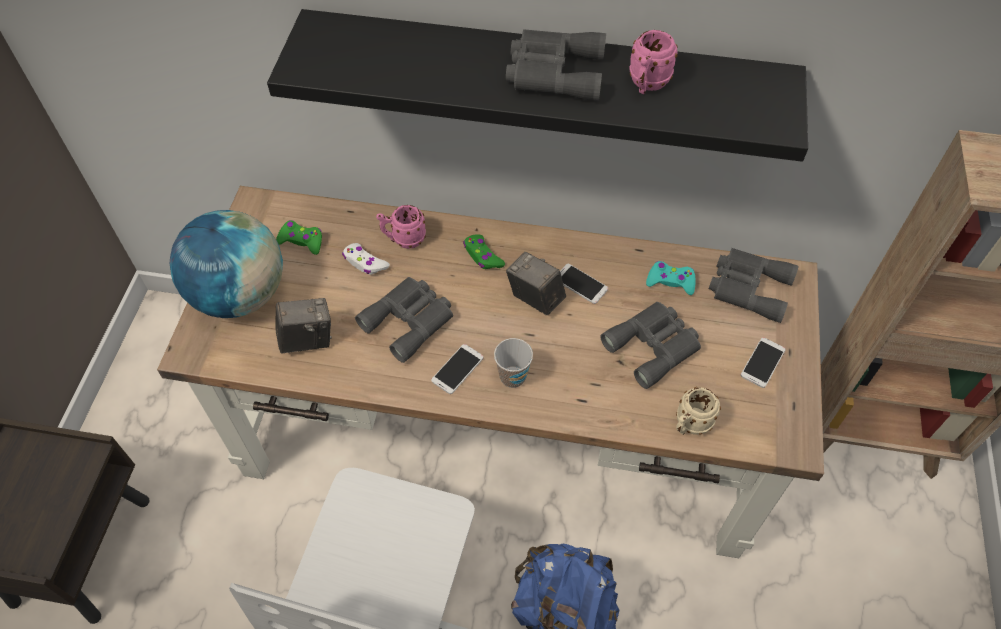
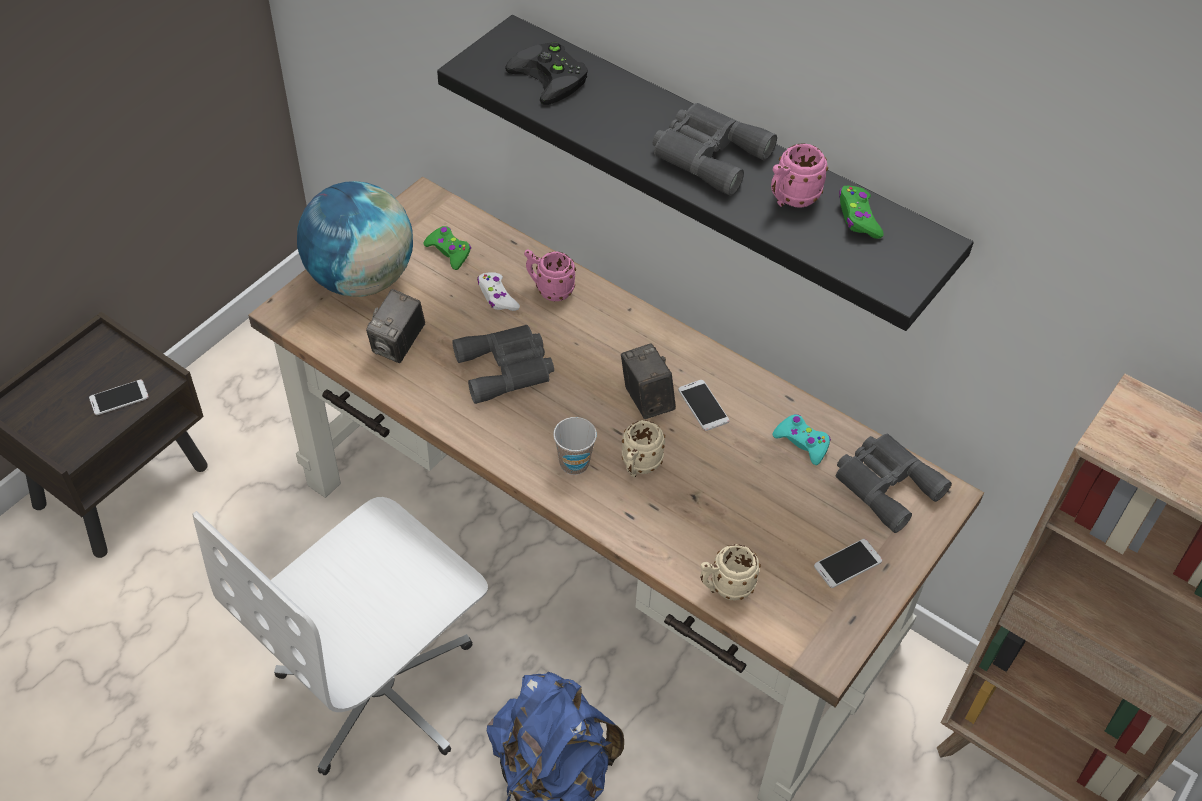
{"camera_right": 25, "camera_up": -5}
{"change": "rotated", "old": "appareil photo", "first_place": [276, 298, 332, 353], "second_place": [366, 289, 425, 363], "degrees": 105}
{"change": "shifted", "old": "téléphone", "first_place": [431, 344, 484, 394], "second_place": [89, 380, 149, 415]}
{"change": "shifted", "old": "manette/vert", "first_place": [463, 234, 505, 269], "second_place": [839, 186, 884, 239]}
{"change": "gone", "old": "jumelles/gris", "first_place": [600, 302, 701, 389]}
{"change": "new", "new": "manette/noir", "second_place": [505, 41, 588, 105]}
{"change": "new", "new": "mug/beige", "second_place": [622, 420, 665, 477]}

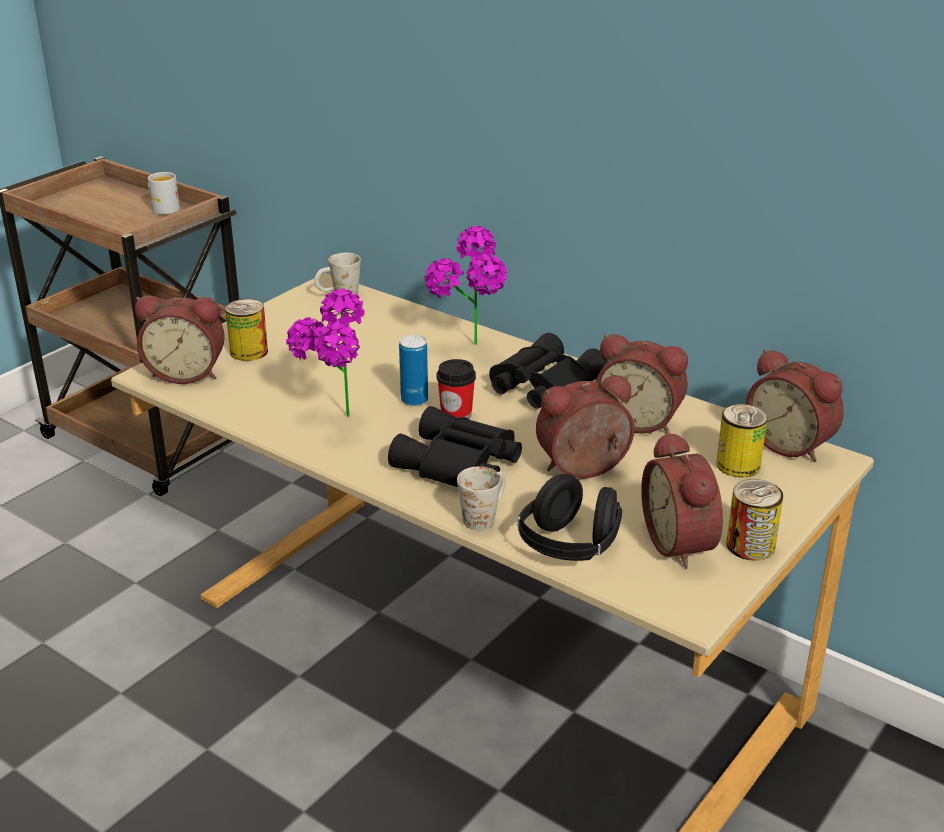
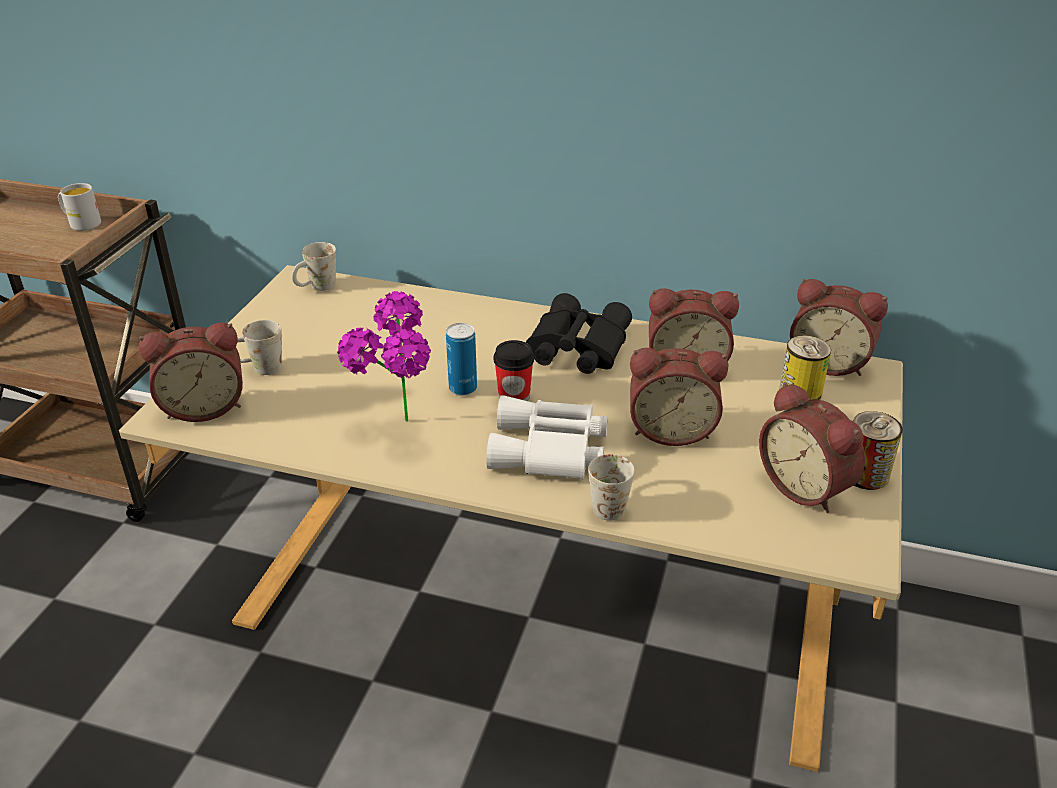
{"camera_right": -20, "camera_up": 5}
{"change": "swapped", "old": "boîte métallique", "new": "mug/blanc", "first_place": [225, 299, 268, 361], "second_place": [237, 320, 282, 375]}
{"change": "repainted", "old": "jumelles/noir", "new": "jumelles/blanc", "first_place": [388, 406, 522, 487], "second_place": [486, 395, 608, 480]}
{"change": "gone", "old": "plante en pot", "first_place": [425, 226, 507, 345]}
{"change": "gone", "old": "casque audio/noir", "first_place": [517, 474, 622, 561]}
{"change": "rotated", "old": "réveil", "first_place": [536, 375, 634, 479], "second_place": [630, 348, 729, 446], "degrees": -135}

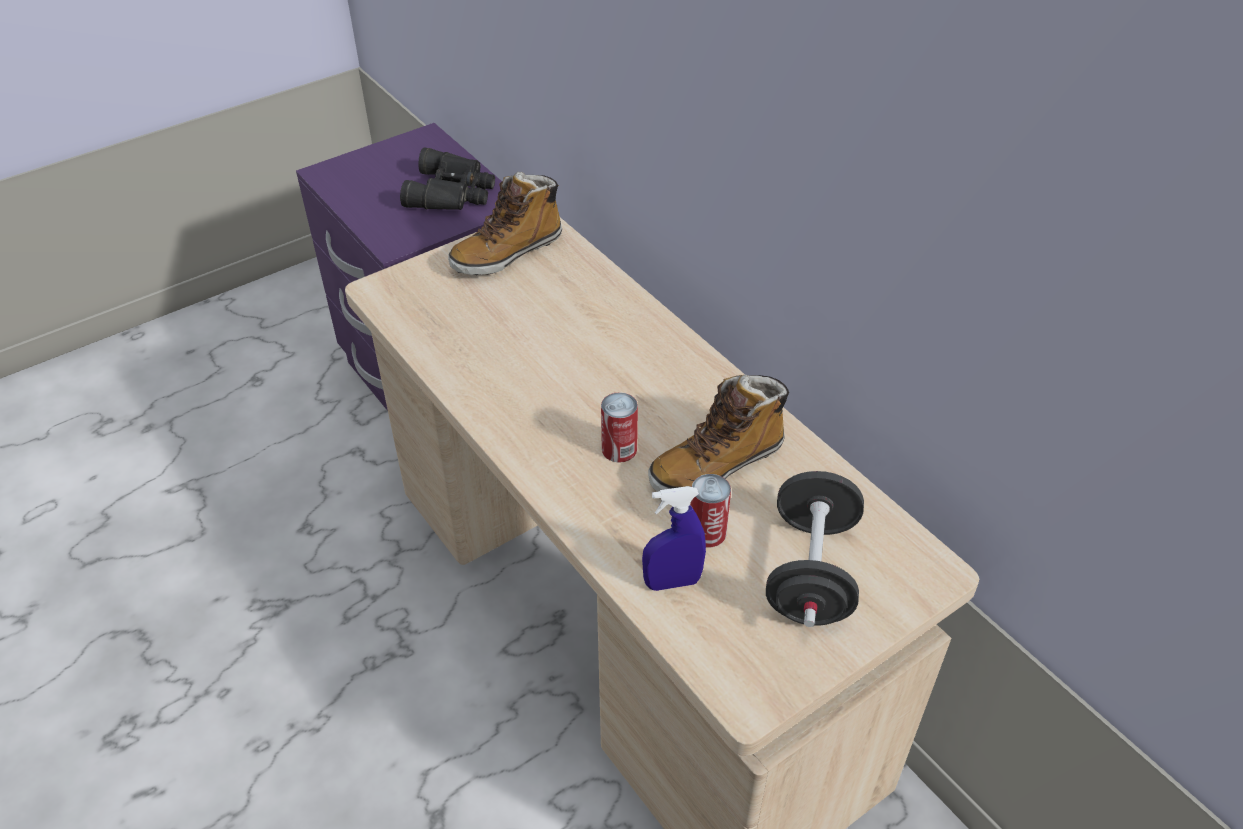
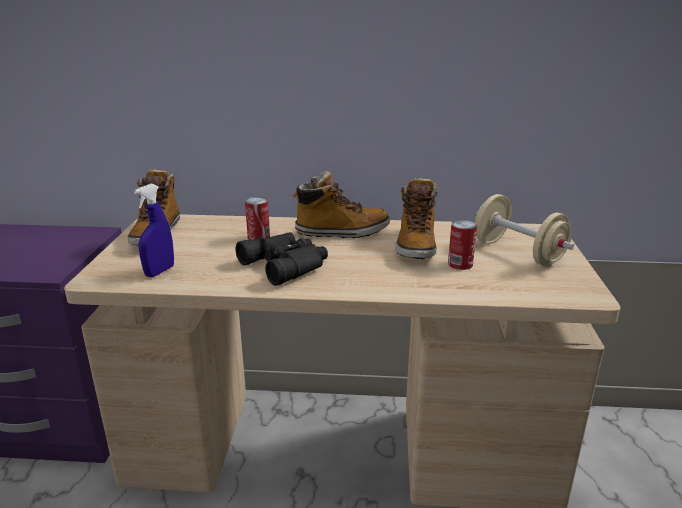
{"camera_right": -50, "camera_up": -20}
{"change": "shifted", "old": "jumelles/noir", "first_place": [400, 148, 495, 210], "second_place": [235, 232, 328, 286]}
{"change": "shifted", "old": "boîte métallique", "first_place": [601, 392, 638, 463], "second_place": [245, 197, 270, 240]}
{"change": "shifted", "old": "vaporisateur/bleu", "first_place": [642, 486, 706, 591], "second_place": [134, 184, 174, 277]}
{"change": "repainted", "old": "haltère/noir", "new": "haltère/beige", "first_place": [766, 471, 864, 627], "second_place": [475, 194, 574, 266]}
{"change": "new", "new": "botte", "second_place": [292, 171, 390, 238]}

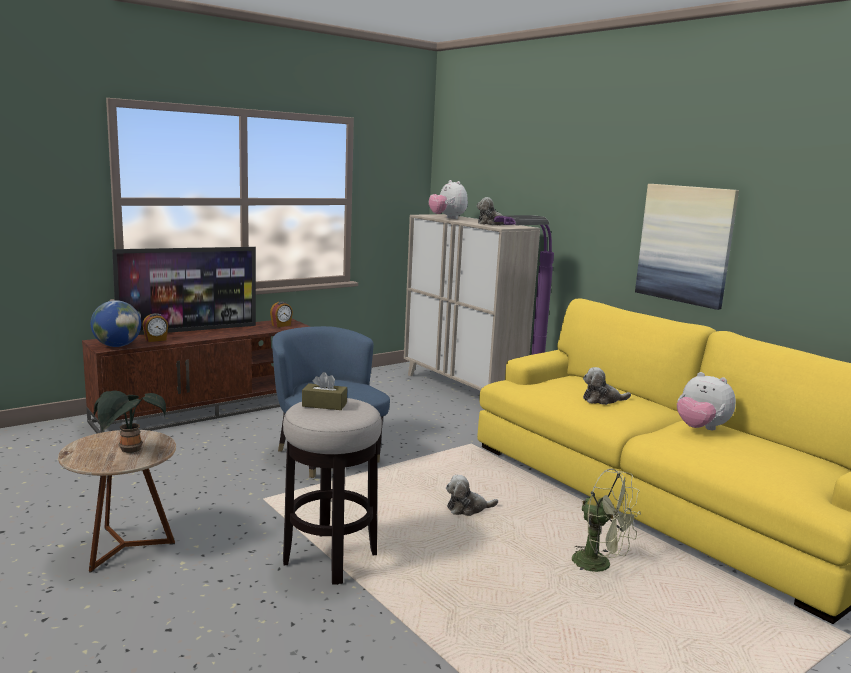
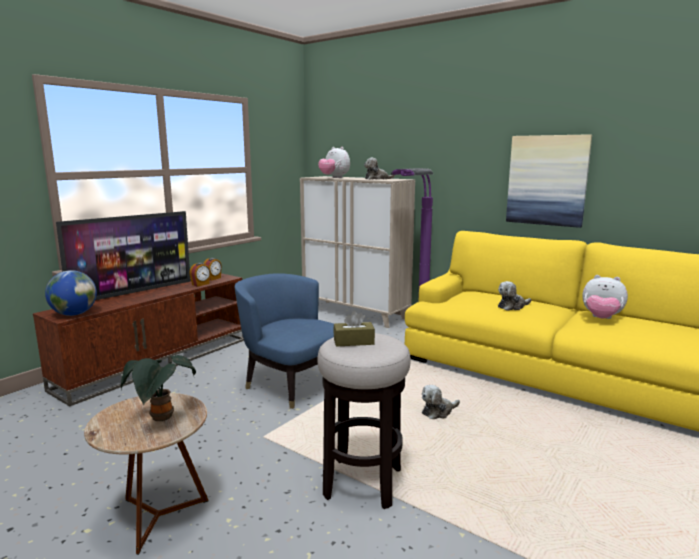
{"camera_right": -15, "camera_up": 0}
{"change": "shifted", "old": "réveil", "first_place": [142, 313, 168, 342], "second_place": [189, 263, 210, 287]}
{"change": "gone", "old": "ventilateur/vert", "first_place": [572, 468, 641, 573]}

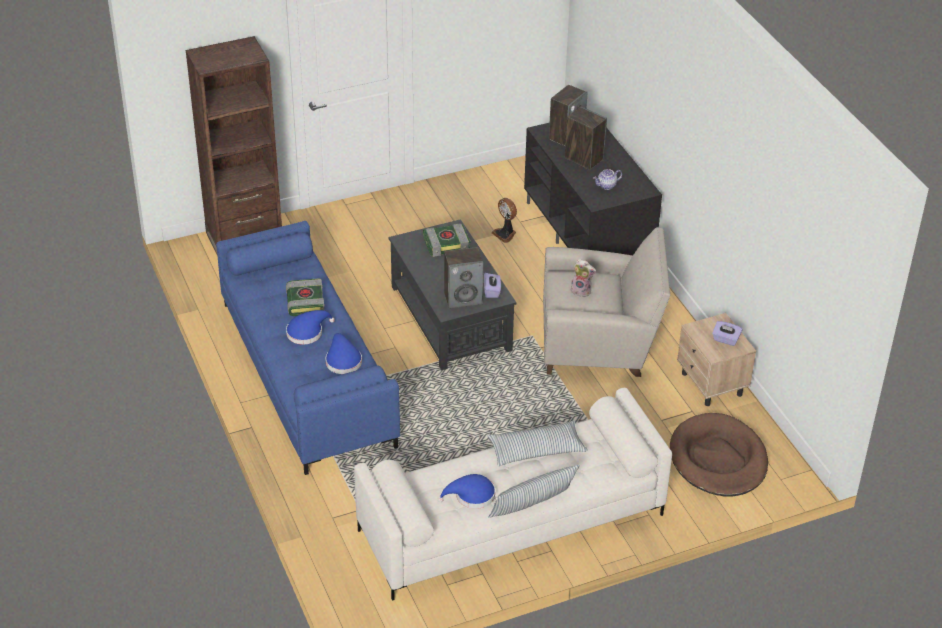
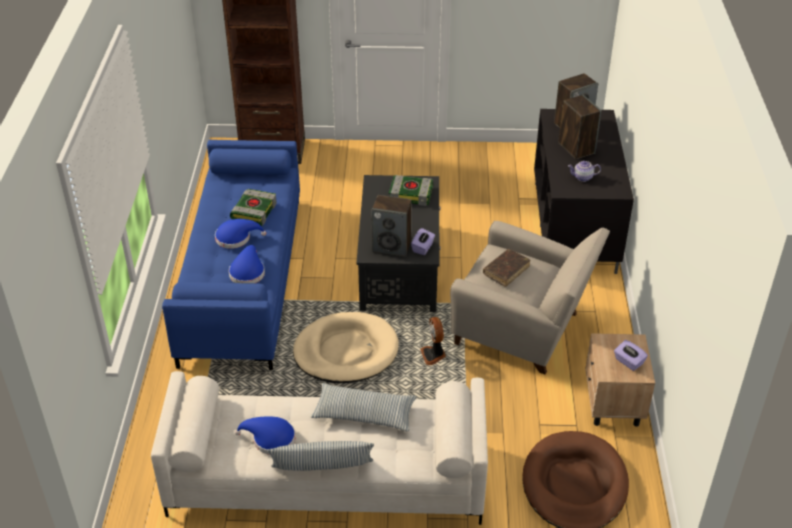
{"camera_right": 25, "camera_up": 0}
{"change": "shifted", "old": "ventilateur", "first_place": [491, 198, 517, 243], "second_place": [420, 317, 446, 365]}
{"change": "swapped", "old": "peluche", "new": "livre/marron", "first_place": [571, 259, 596, 297], "second_place": [483, 249, 530, 287]}
{"change": "new", "new": "panier pour chien/beige", "second_place": [293, 312, 399, 383]}

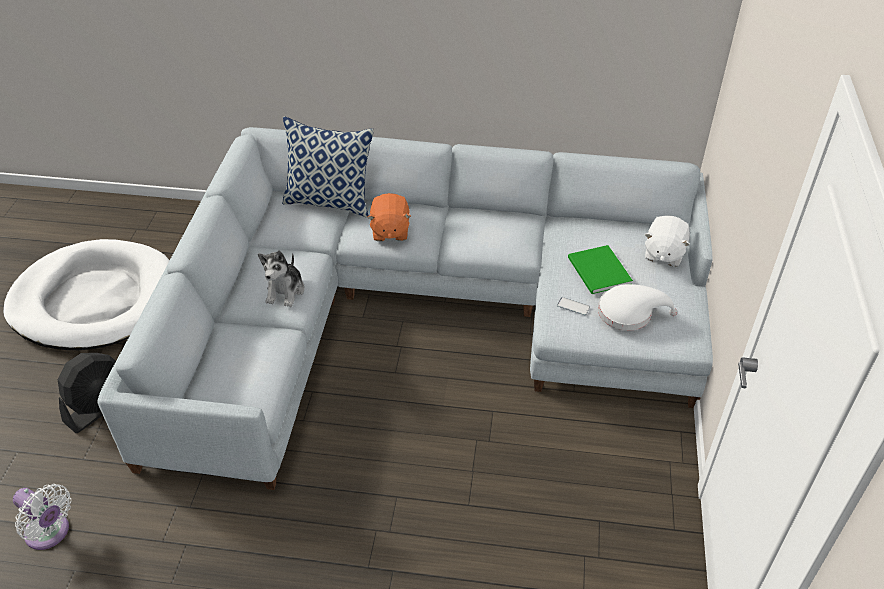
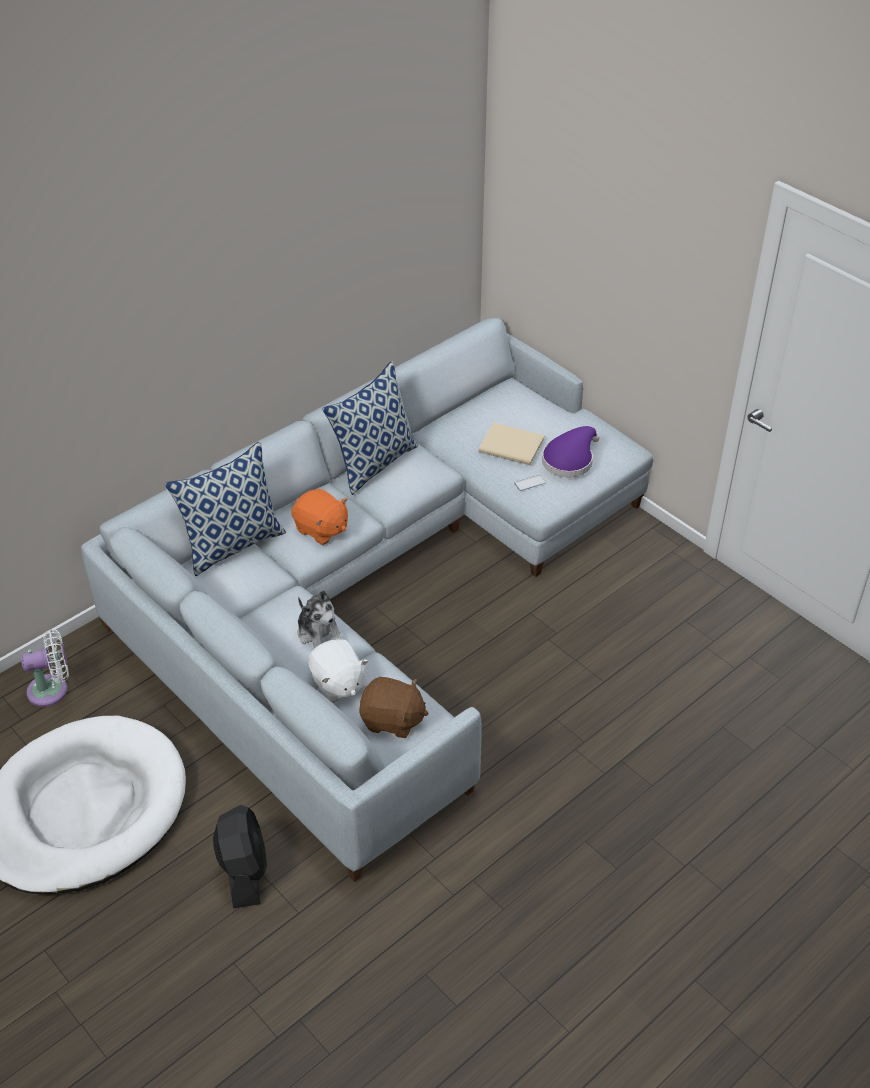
{"camera_right": -50, "camera_up": 0}
{"change": "shifted", "old": "ventilateur/blanc", "first_place": [13, 484, 71, 550], "second_place": [21, 629, 69, 707]}
{"change": "repainted", "old": "livre/vert", "new": "livre/beige", "first_place": [568, 245, 633, 294], "second_place": [478, 423, 545, 465]}
{"change": "repainted", "old": "chapeau/blanc", "new": "chapeau/violet", "first_place": [598, 284, 678, 331], "second_place": [542, 426, 599, 477]}
{"change": "shifted", "old": "peluche/blanc", "first_place": [644, 215, 690, 267], "second_place": [308, 639, 369, 702]}
{"change": "new", "new": "coussin", "second_place": [322, 361, 418, 495]}
{"change": "new", "new": "peluche/marron", "second_place": [359, 677, 429, 738]}

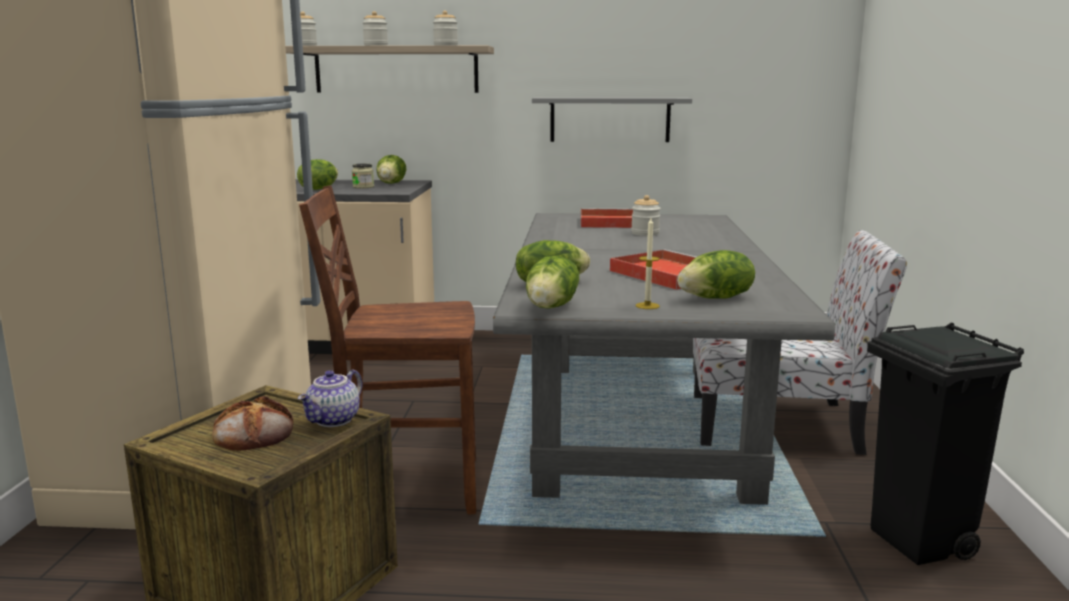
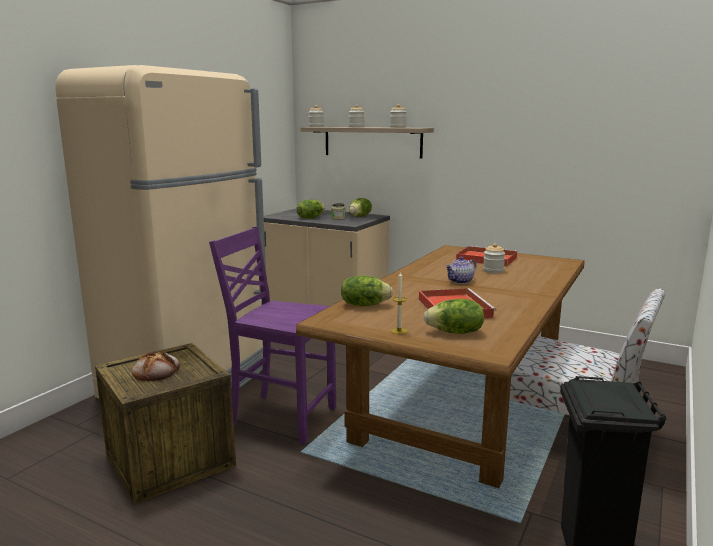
{"camera_right": 25, "camera_up": 0}
{"change": "shifted", "old": "théière", "first_place": [298, 369, 363, 427], "second_place": [445, 257, 477, 284]}
{"change": "repainted", "old": "chaise/marron", "new": "chaise/violet", "first_place": [299, 185, 476, 515], "second_place": [209, 226, 336, 445]}
{"change": "repainted", "old": "table à manger/gris", "new": "table à manger/marron", "first_place": [493, 213, 836, 505], "second_place": [296, 245, 585, 488]}
{"change": "gone", "old": "laitue", "first_place": [526, 256, 579, 309]}
{"change": "gone", "old": "étagère/gris", "first_place": [532, 97, 692, 142]}

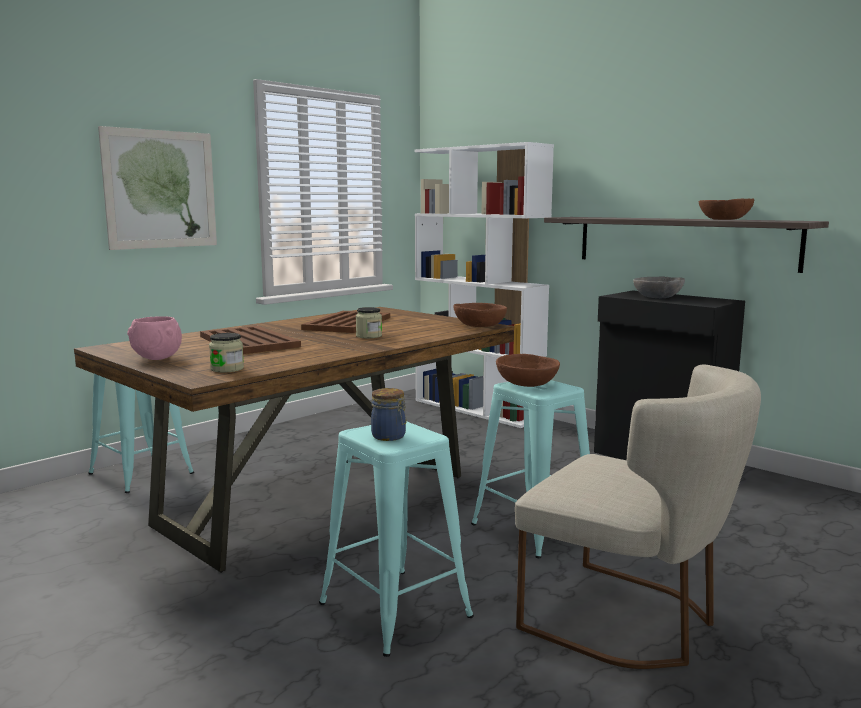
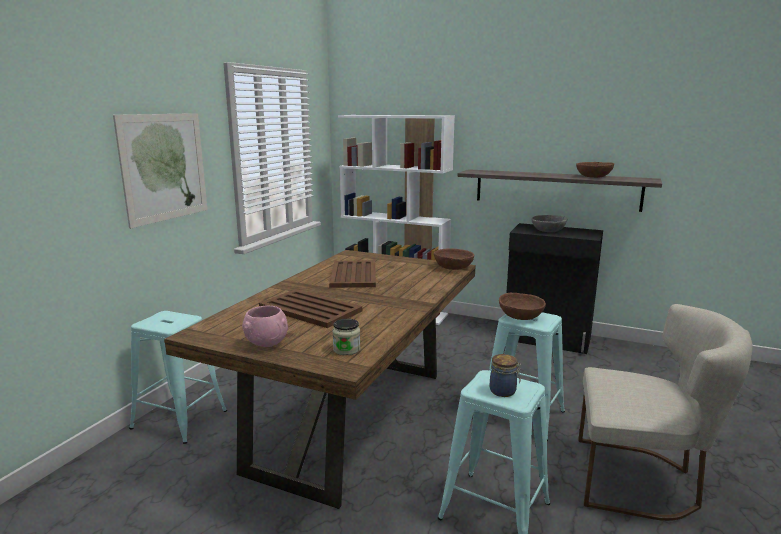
{"camera_right": -20, "camera_up": 5}
{"change": "gone", "old": "bocal", "first_place": [356, 307, 382, 338]}

